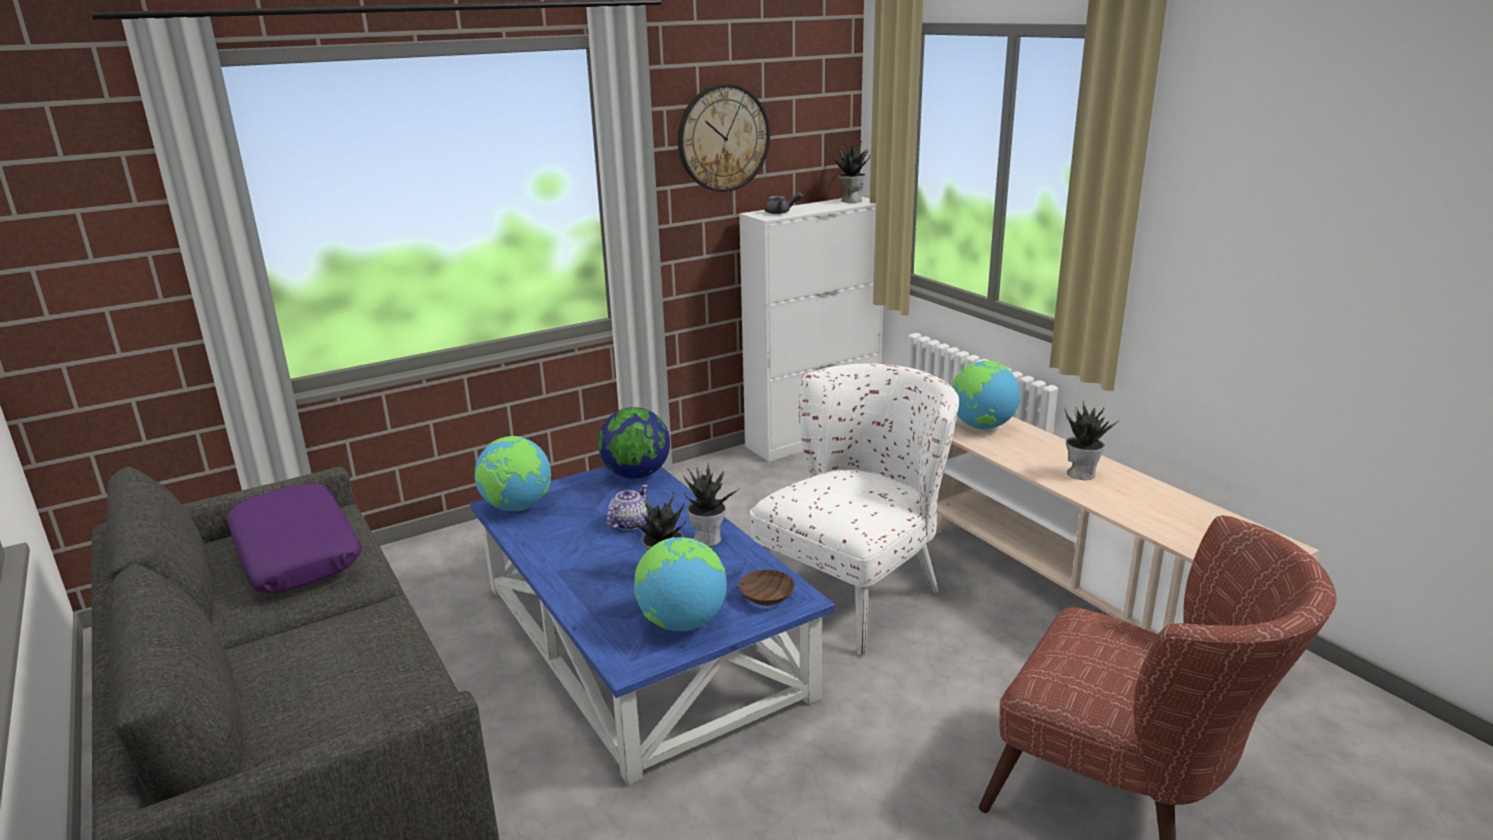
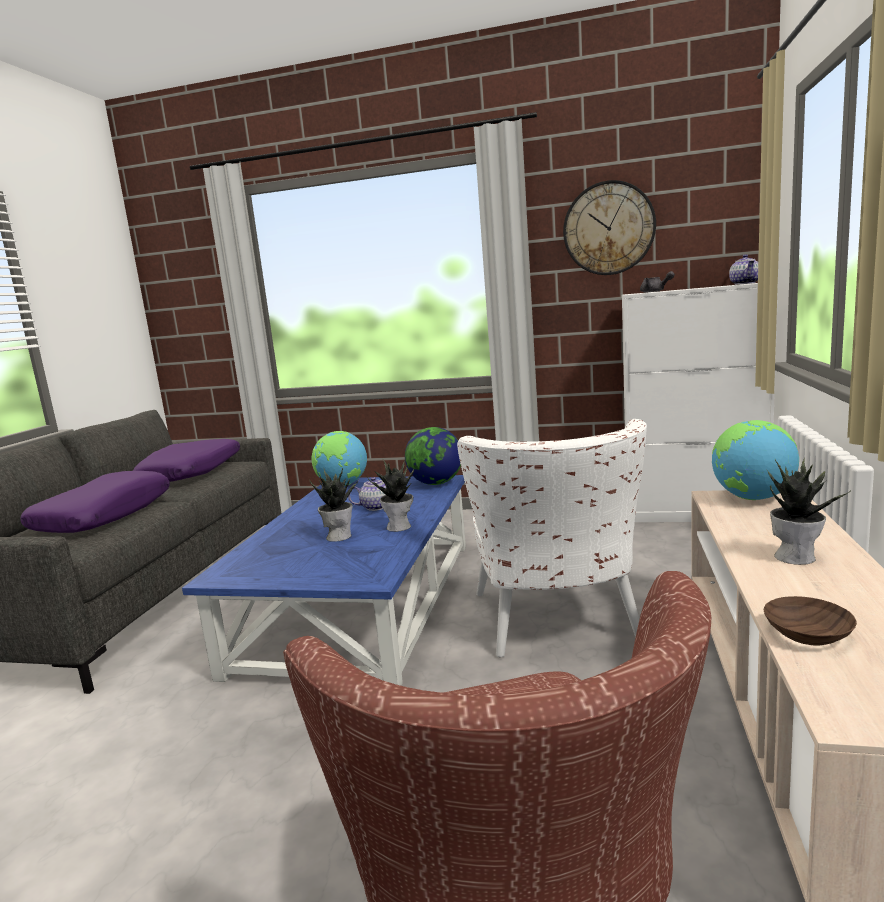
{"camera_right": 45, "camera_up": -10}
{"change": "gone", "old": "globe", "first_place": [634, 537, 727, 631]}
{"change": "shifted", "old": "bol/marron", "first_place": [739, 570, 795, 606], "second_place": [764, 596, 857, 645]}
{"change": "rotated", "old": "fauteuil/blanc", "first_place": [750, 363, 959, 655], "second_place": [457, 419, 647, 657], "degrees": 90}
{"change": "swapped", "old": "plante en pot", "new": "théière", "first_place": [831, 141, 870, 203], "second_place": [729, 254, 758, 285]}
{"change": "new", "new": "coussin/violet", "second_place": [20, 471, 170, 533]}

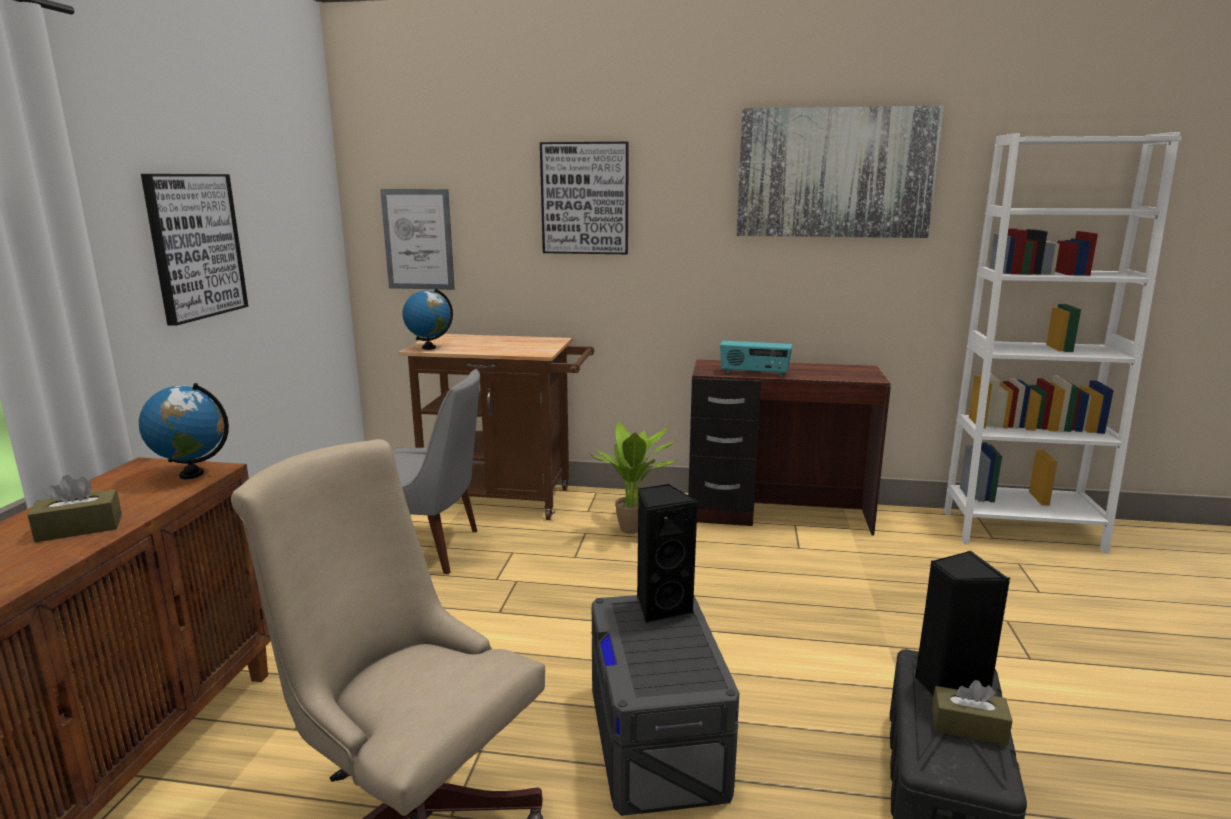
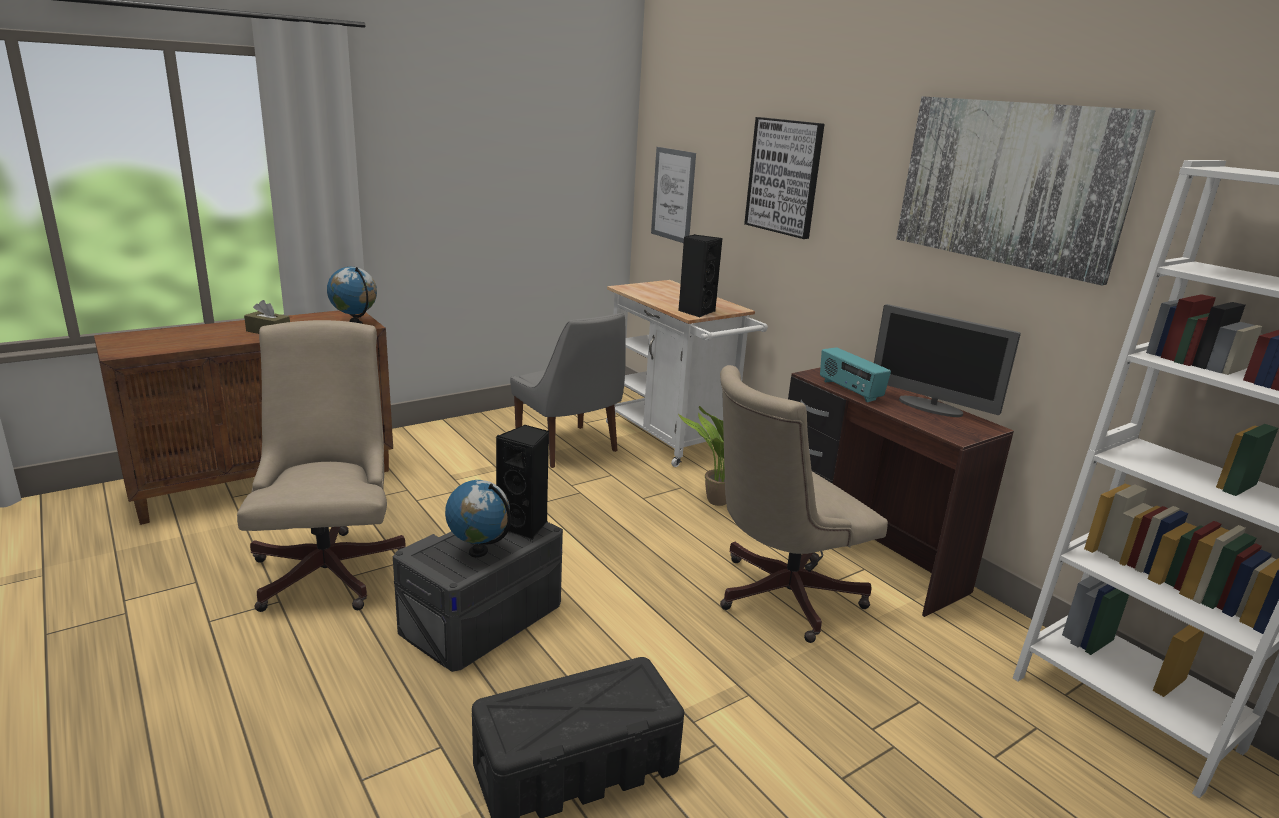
{"camera_right": 45, "camera_up": 5}
{"change": "gone", "old": "tableau", "first_place": [141, 174, 248, 326]}
{"change": "repainted", "old": "chariot/marron", "new": "chariot/blanc", "first_place": [398, 334, 594, 520], "second_place": [606, 280, 768, 467]}
{"change": "shifted", "old": "globe", "first_place": [402, 288, 453, 350], "second_place": [445, 480, 511, 558]}
{"change": "shifted", "old": "enceinte/noir", "first_place": [915, 551, 1010, 696], "second_place": [678, 234, 723, 317]}
{"change": "gone", "old": "boîte à mouchoirs/marron", "first_place": [932, 680, 1012, 745]}
{"change": "new", "new": "chaise de bureau/beige", "second_place": [720, 365, 888, 643]}
{"change": "new", "new": "écran d'ordinateur", "second_place": [874, 304, 1021, 417]}

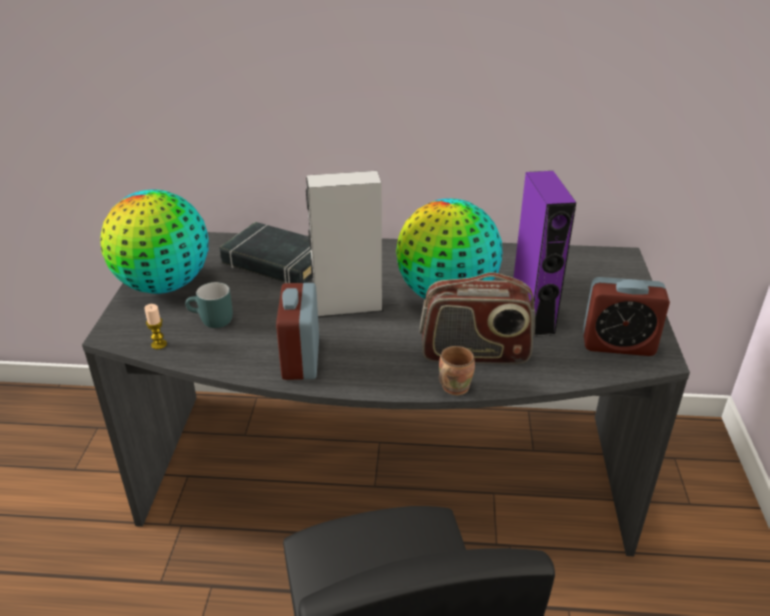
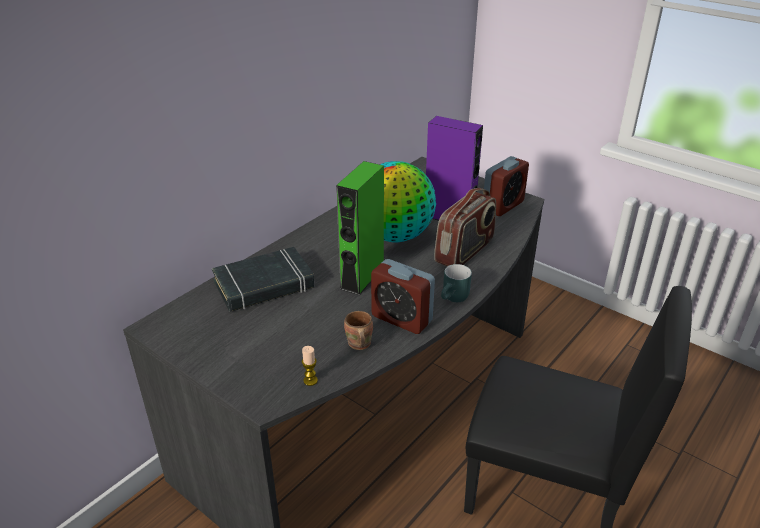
{"camera_right": -55, "camera_up": 0}
{"change": "gone", "old": "globe", "first_place": [100, 190, 208, 294]}
{"change": "shifted", "old": "mug/turquoise", "first_place": [185, 282, 233, 328], "second_place": [441, 264, 472, 302]}
{"change": "repainted", "old": "enceinte/gris", "new": "enceinte/vert", "first_place": [306, 171, 383, 317], "second_place": [336, 161, 384, 295]}
{"change": "shifted", "old": "mug/marron", "first_place": [439, 346, 475, 395], "second_place": [344, 311, 373, 350]}

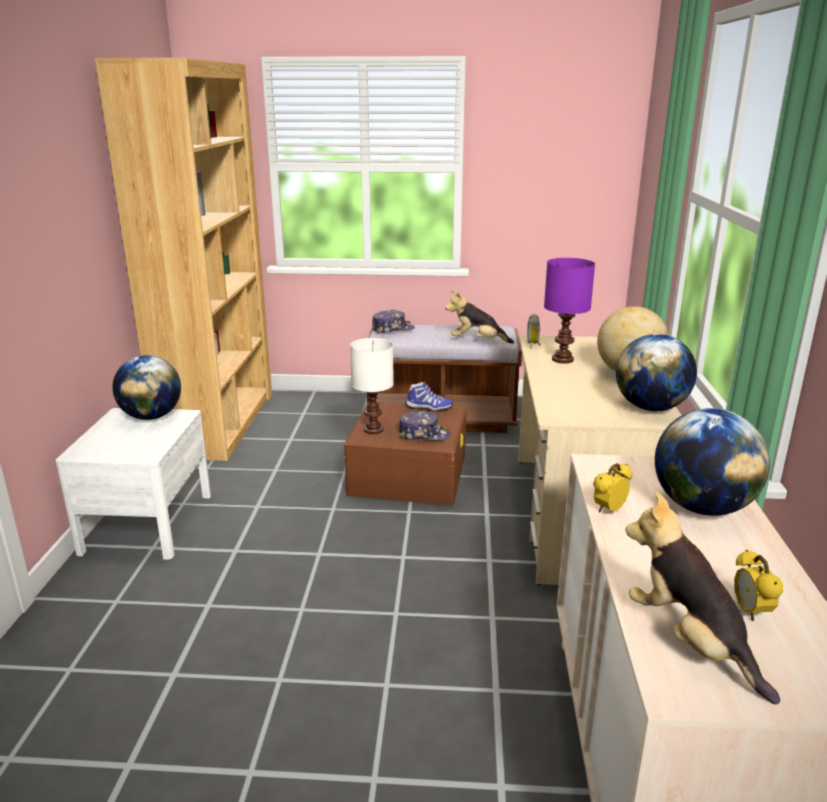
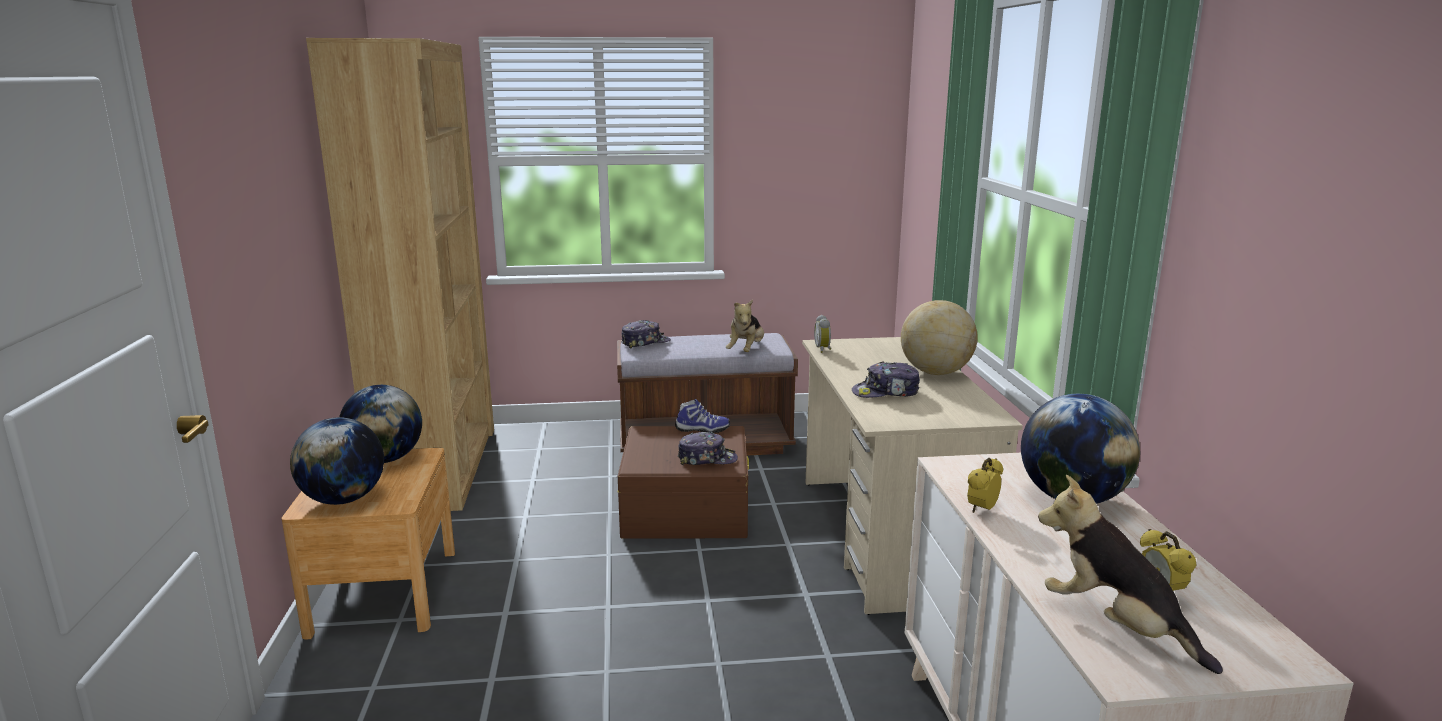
{"camera_right": -10, "camera_up": -5}
{"change": "repainted", "old": "table de chevet/blanc", "new": "table de chevet/marron", "first_place": [56, 408, 211, 560], "second_place": [281, 448, 455, 639]}
{"change": "gone", "old": "lampe de table/blanc", "first_place": [350, 338, 394, 434]}
{"change": "rotated", "old": "peluche", "first_place": [445, 290, 514, 344], "second_place": [726, 299, 764, 352], "degrees": -75}
{"change": "gone", "old": "lampe de table/violet", "first_place": [544, 258, 595, 363]}
{"change": "shifted", "old": "globe", "first_place": [616, 334, 697, 411], "second_place": [290, 417, 384, 505]}
{"change": "new", "new": "casquette", "second_place": [852, 361, 920, 398]}

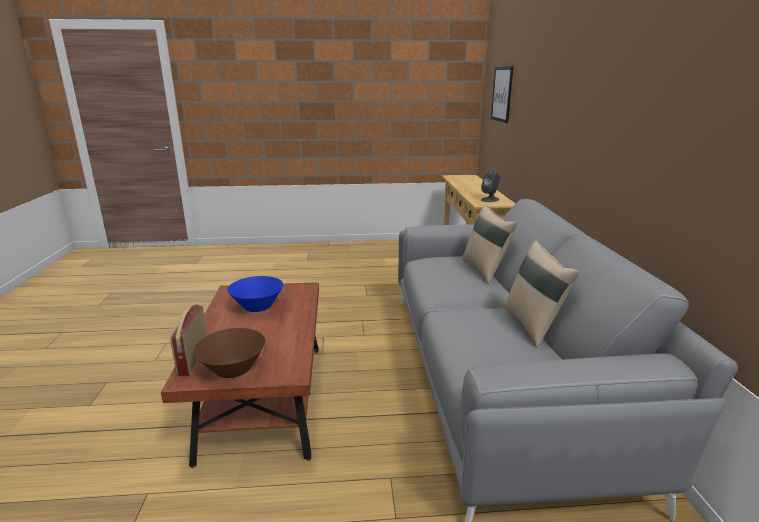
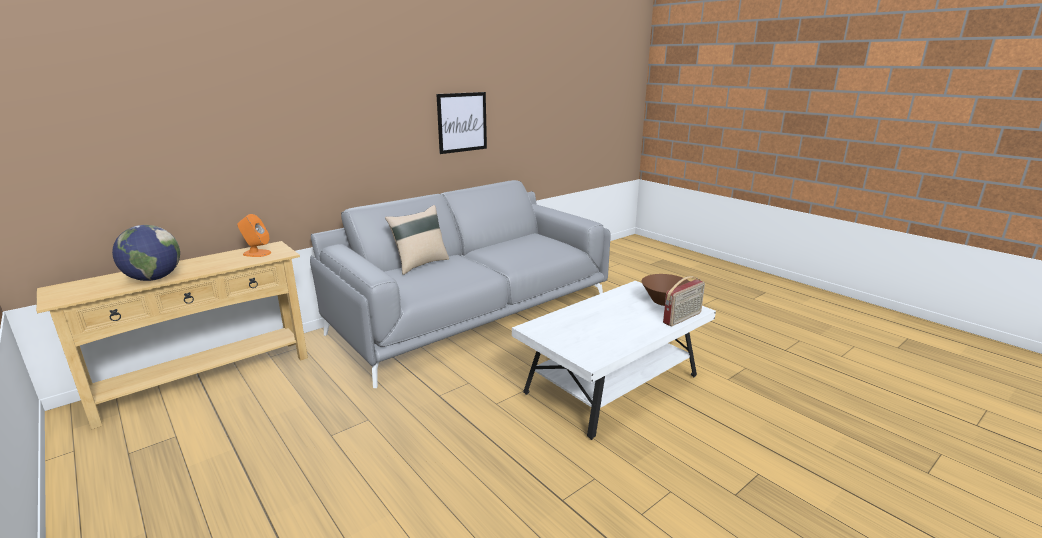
{"camera_right": -125, "camera_up": 0}
{"change": "repainted", "old": "table basse/marron", "new": "table basse/blanc", "first_place": [161, 282, 319, 468], "second_place": [512, 281, 716, 440]}
{"change": "gone", "old": "bol/bleu", "first_place": [227, 276, 283, 312]}
{"change": "repainted", "old": "enceinte/gris", "new": "enceinte/orange", "first_place": [481, 169, 500, 202], "second_place": [237, 214, 272, 257]}
{"change": "shifted", "old": "tableau", "first_place": [491, 66, 513, 123], "second_place": [436, 92, 487, 154]}
{"change": "gone", "old": "coussin/beige", "first_place": [504, 240, 579, 348]}
{"change": "new", "new": "globe", "second_place": [112, 225, 180, 281]}

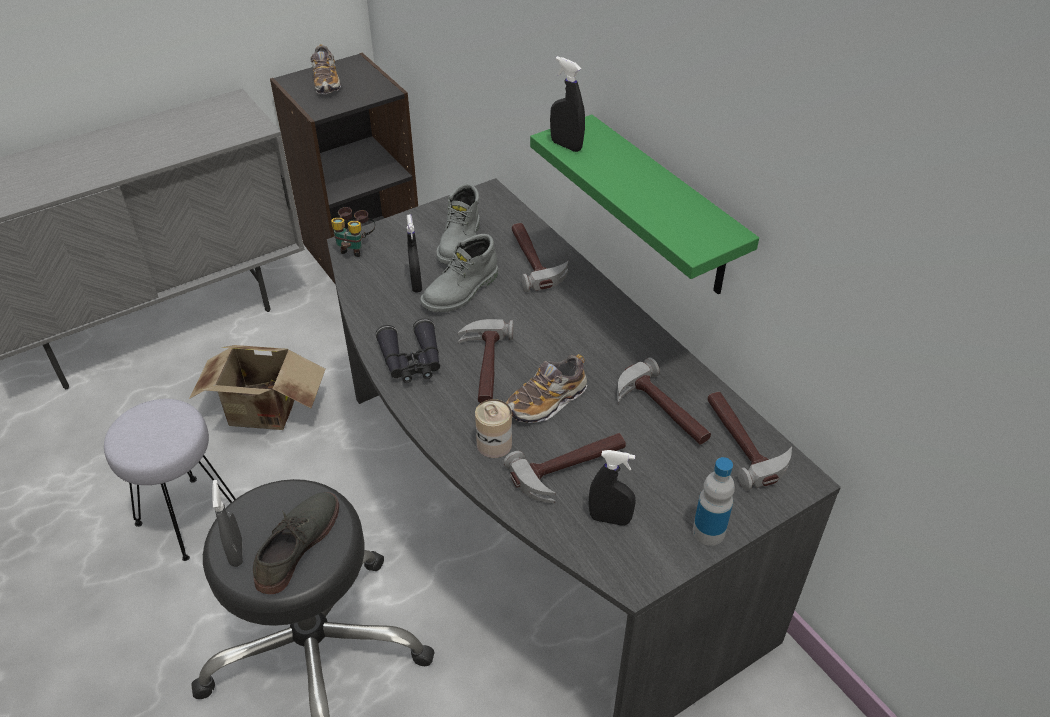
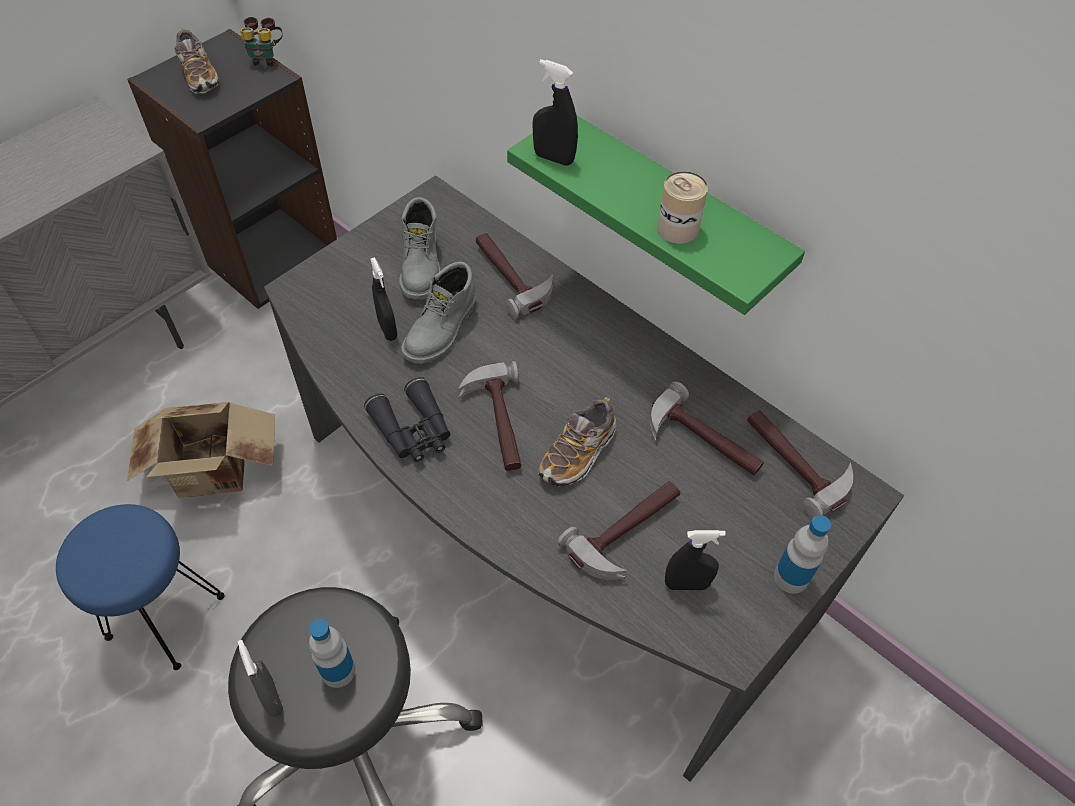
{"camera_right": -15, "camera_up": 10}
{"change": "repainted", "old": "tabouret/gris", "new": "tabouret/bleu", "first_place": [104, 399, 236, 561], "second_place": [56, 504, 225, 670]}
{"change": "swapped", "old": "chaussure/gris", "new": "bouteille", "first_place": [253, 492, 339, 594], "second_place": [309, 619, 355, 688]}
{"change": "shifted", "old": "jumelles", "first_place": [331, 207, 375, 257], "second_place": [240, 17, 283, 67]}
{"change": "shifted", "old": "boîte métallique", "first_place": [475, 399, 512, 458], "second_place": [657, 171, 708, 244]}

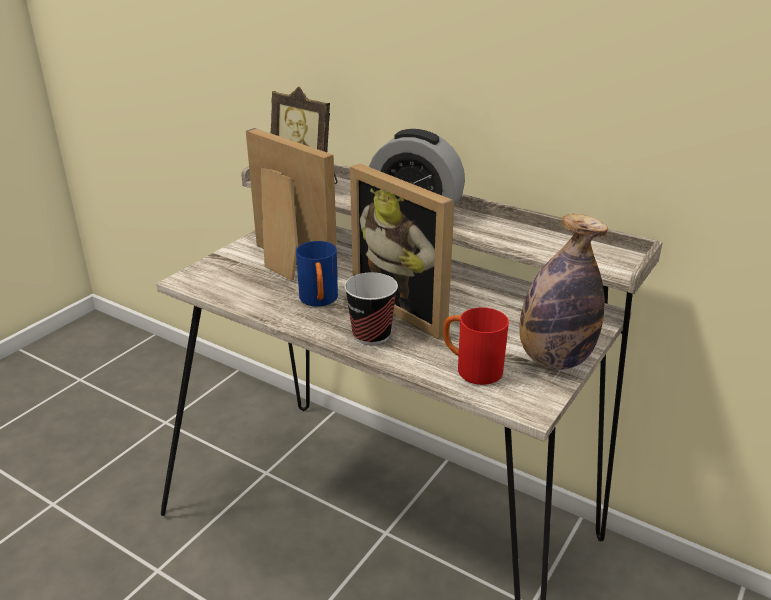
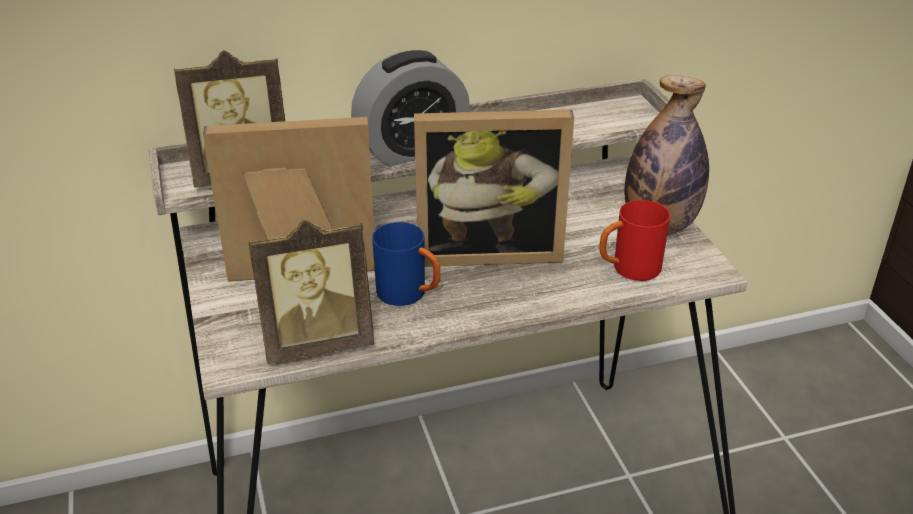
{"camera_right": -50, "camera_up": 5}
{"change": "gone", "old": "tasse", "first_place": [344, 273, 398, 345]}
{"change": "new", "new": "cadre photo", "second_place": [248, 220, 374, 364]}

